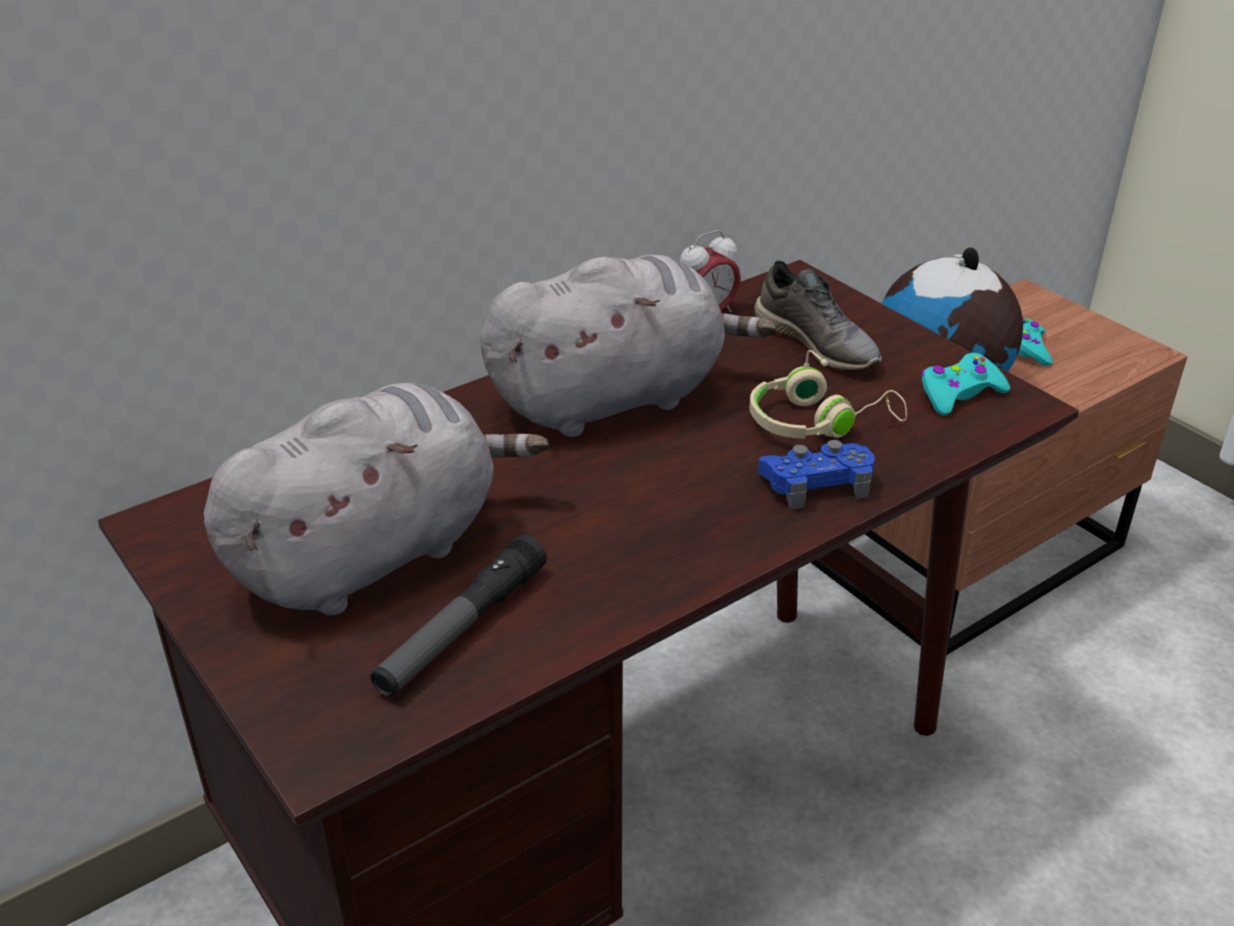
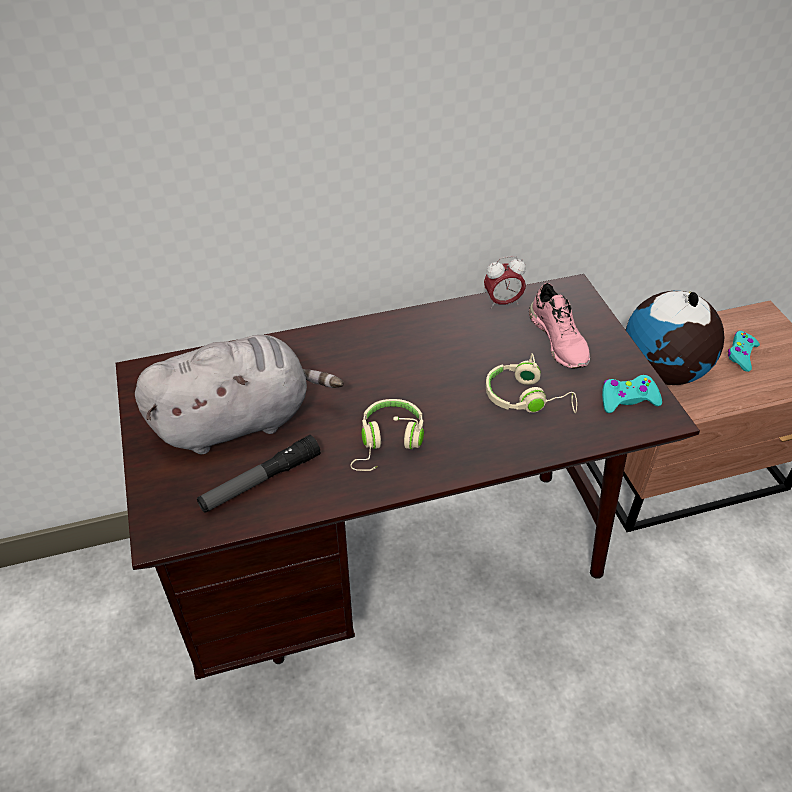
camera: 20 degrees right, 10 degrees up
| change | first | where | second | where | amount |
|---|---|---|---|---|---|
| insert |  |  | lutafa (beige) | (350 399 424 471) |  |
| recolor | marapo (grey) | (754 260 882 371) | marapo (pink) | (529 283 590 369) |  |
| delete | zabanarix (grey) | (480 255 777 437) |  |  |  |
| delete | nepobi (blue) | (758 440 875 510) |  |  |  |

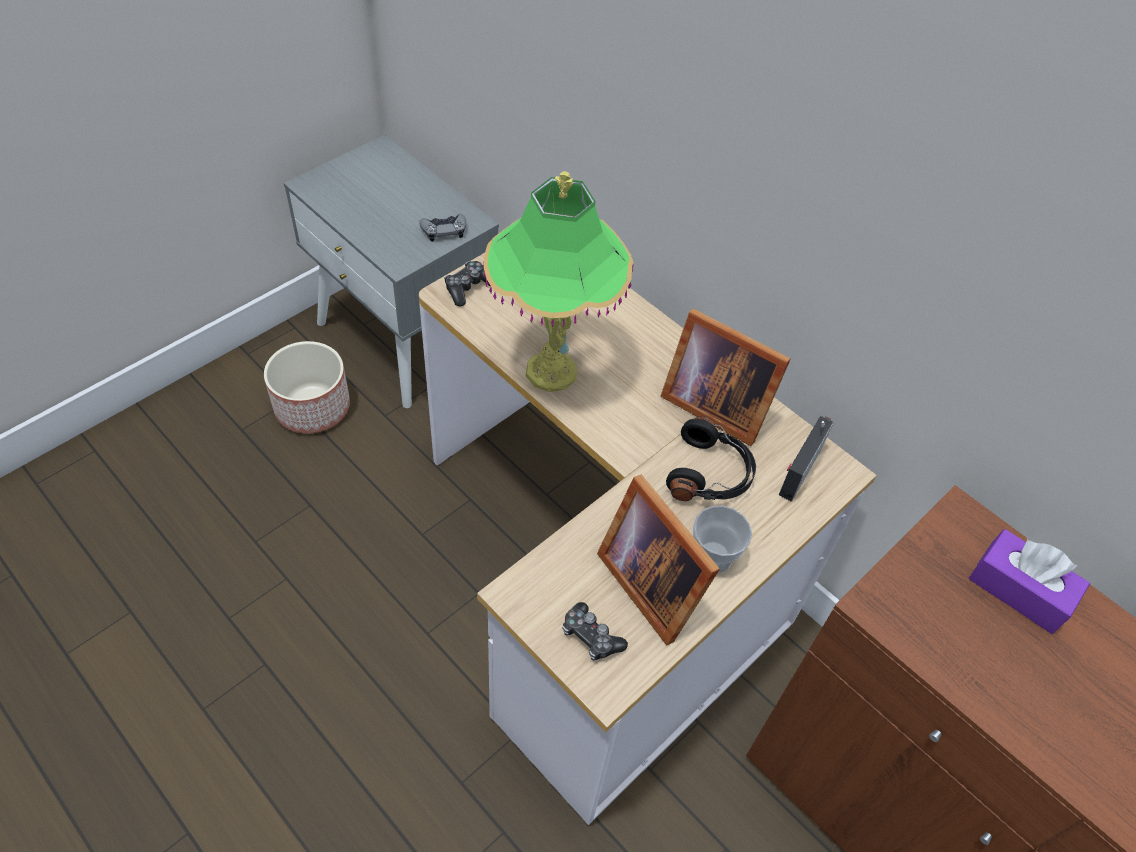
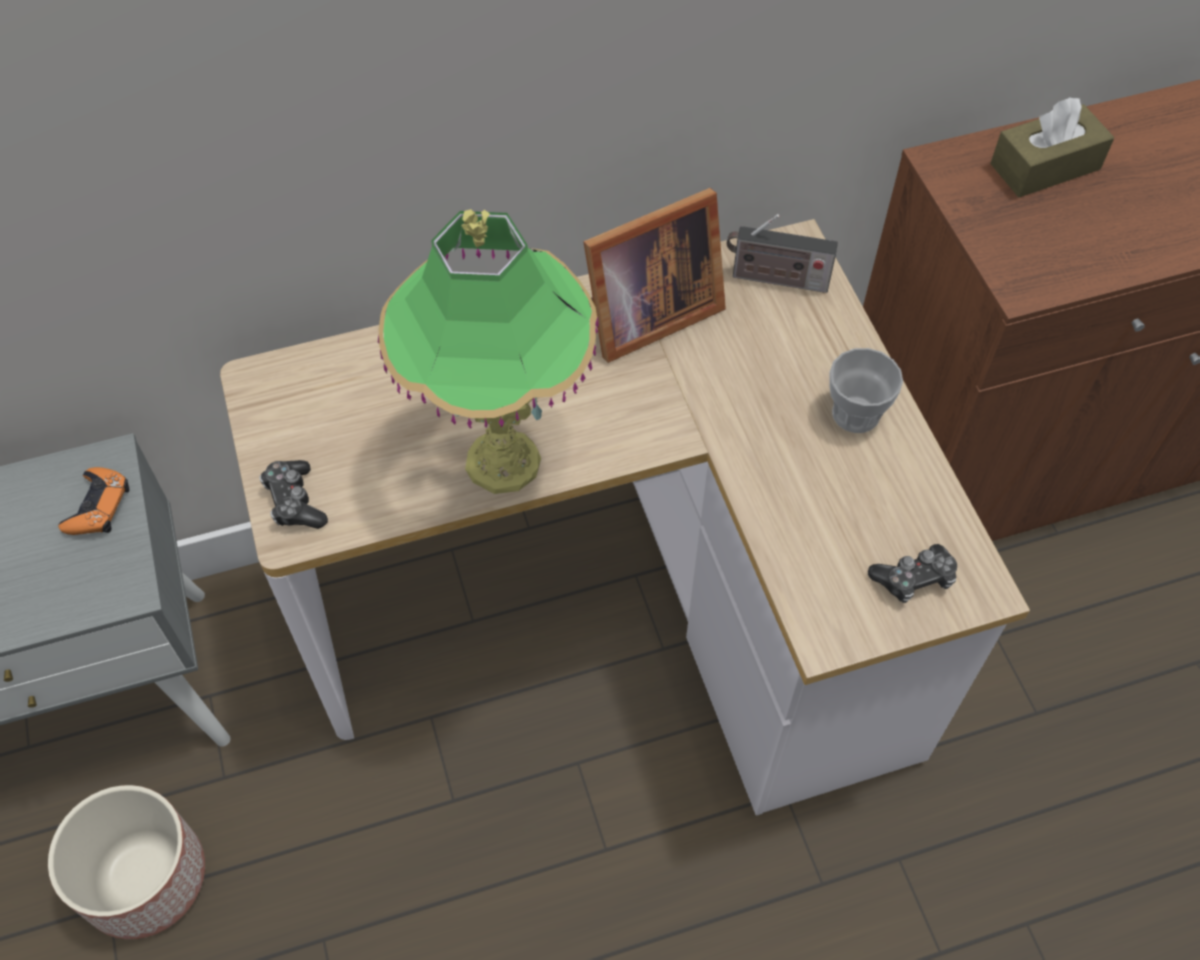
camera: 60 degrees left, 5 degrees up
| change | first | where | second | where | amount |
|---|---|---|---|---|---|
| recolor | nepobi (grey) | (419 214 466 242) | nepobi (orange) | (58 467 129 535) |  |
| rotate | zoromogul | (779 416 833 502) |  | (726 214 838 293) | 45 degrees counterclockwise |
| recolor | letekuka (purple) | (969 529 1090 634) | letekuka (brown) | (990 97 1114 197) |  |
| delete | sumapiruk | (597 475 720 645) |  |  |  |
| delete | lutafa (black) | (666 416 756 501) |  |  |  |

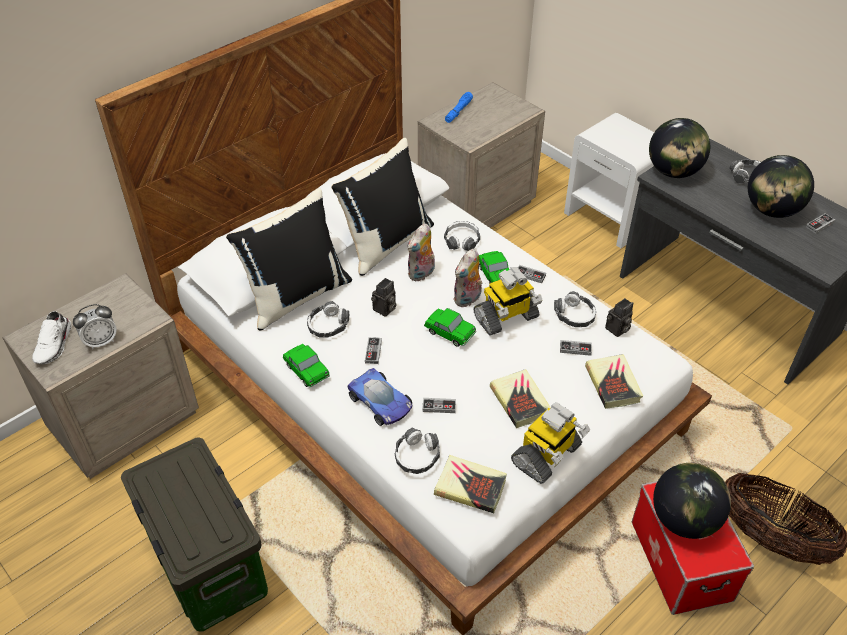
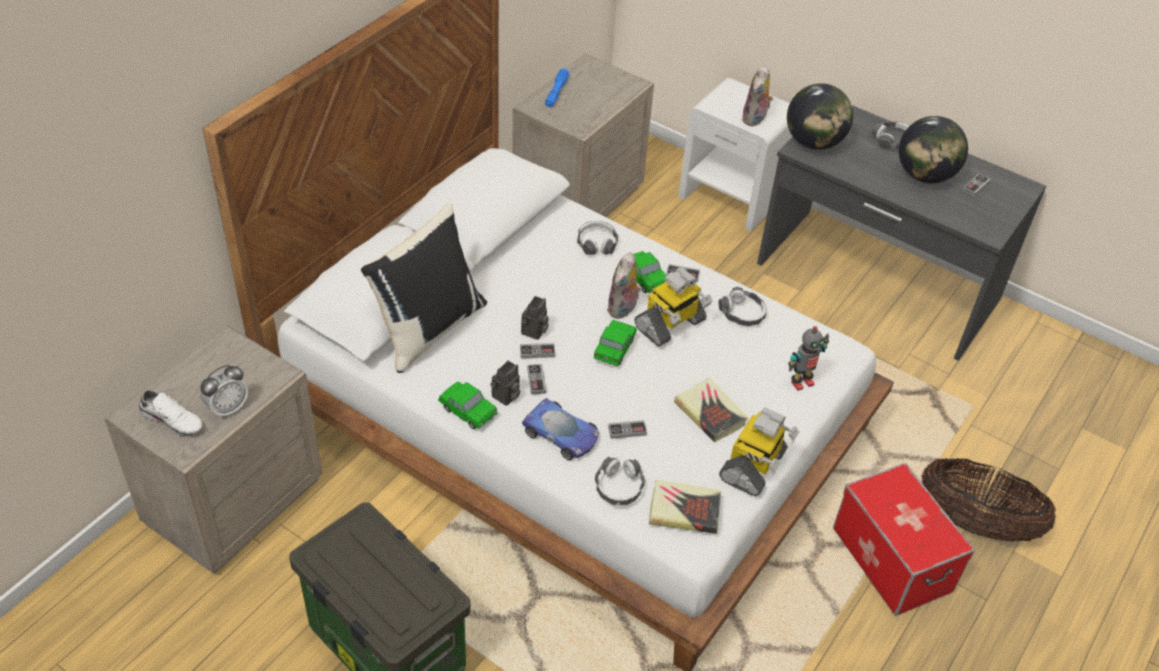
camera: 15 degrees left, 0 degrees up
| change | first | where | second | where | amount |
|---|---|---|---|---|---|
| rotate | marapo (white) | (32 311 72 364) |  | (139 390 203 437) | 60 degrees counterclockwise |
| move | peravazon | (605 298 633 337) |  | (491 361 520 406) |  |
| move | nepobi | (560 340 592 356) |  | (520 343 555 358) |  |
| rotate | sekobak | (424 308 476 347) |  | (593 320 637 366) | 90 degrees counterclockwise |
| move | zabanarix | (407 223 435 281) |  | (742 65 773 126) |  |
| replace | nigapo | (585 354 643 409) | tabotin | (788 326 829 391) |  |
| delete | lutafa | (307 301 349 338) |  |  |  |
| delete | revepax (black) | (331 138 434 276) |  |  |  |
| delete | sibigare | (653 463 731 539) |  |  |  |

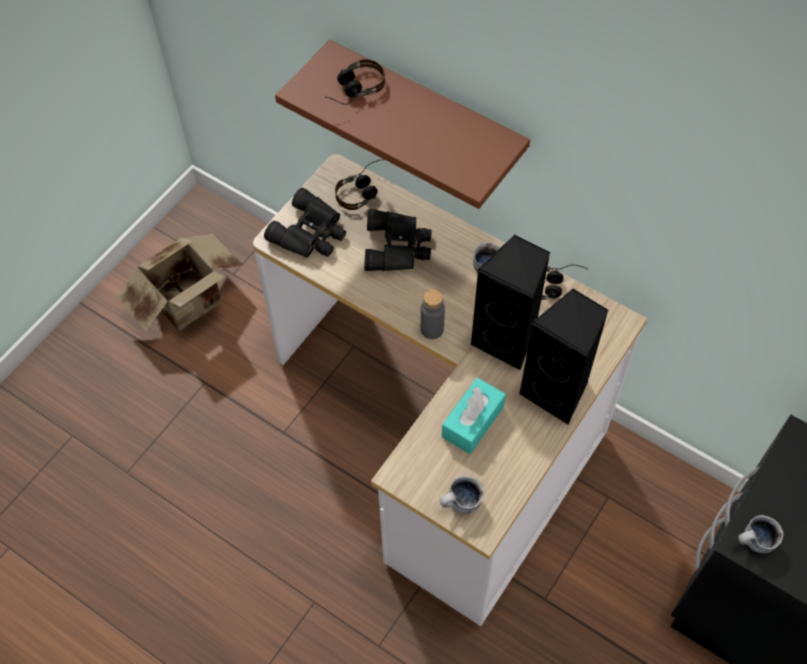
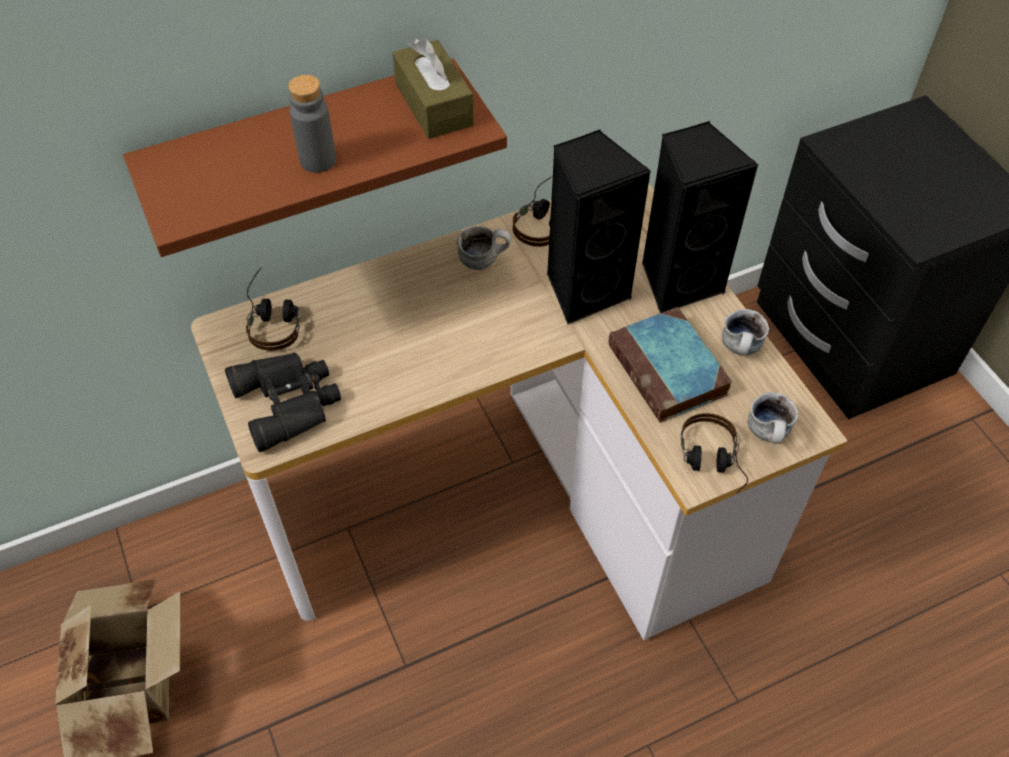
camera: 60 degrees left, 5 degrees down
| change | first | where | second | where | amount |
|---|---|---|---|---|---|
| move | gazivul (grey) | (421 289 445 339) |  | (288 75 336 173) |  |
| insert |  |  | letekuka (brown) | (393 38 474 139) |  |
| replace | letekuka (turquoise) | (442 377 506 454) | nigapo | (609 307 732 423) |  |
| move | lutafa | (325 59 385 105) |  | (680 413 748 494) |  |
| move | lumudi | (738 515 783 553) |  | (722 309 769 355) |  |
| delete | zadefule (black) | (364 209 432 271) |  |  |  |

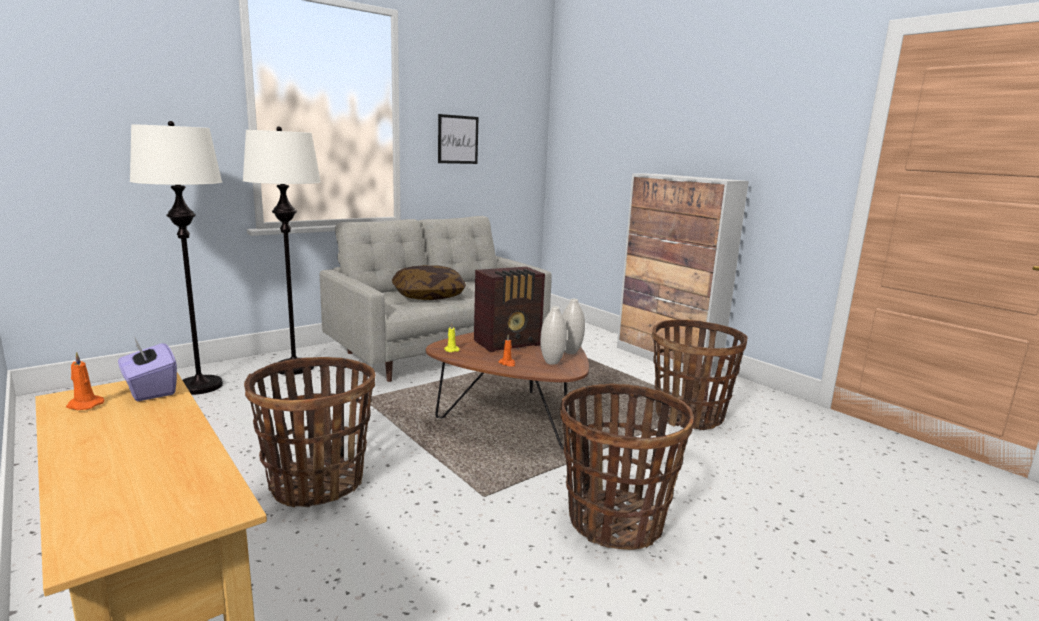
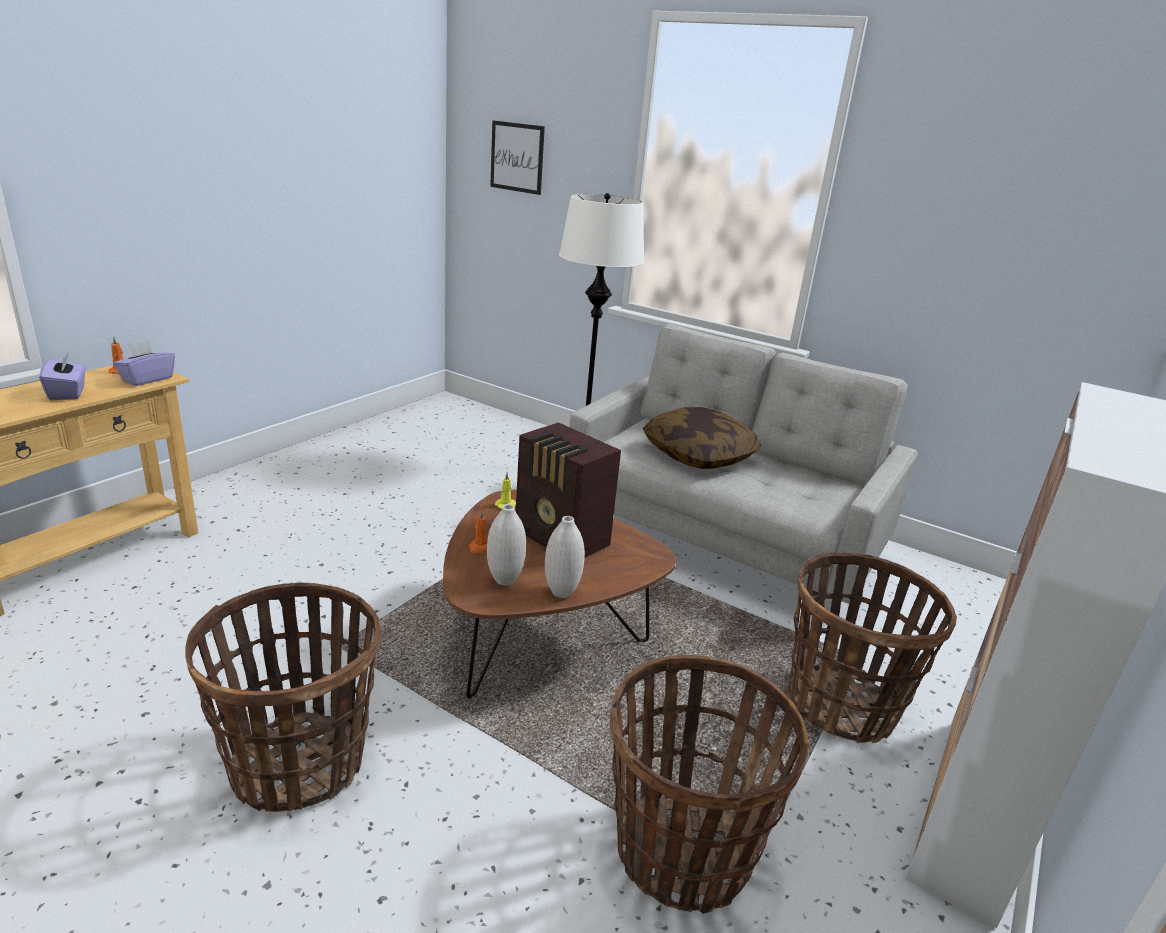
camera: 70 degrees right, 10 degrees up
| change | first | where | second | where | amount |
|---|---|---|---|---|---|
| insert |  |  | letekuka (purple) | (39 352 86 400) |  |
| move | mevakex | (438 114 478 164) |  | (490 120 545 195) |  |
| move | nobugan | (244 357 375 508) |  | (788 552 957 743) |  |
| delete | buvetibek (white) | (130 121 223 395) |  |  |  |

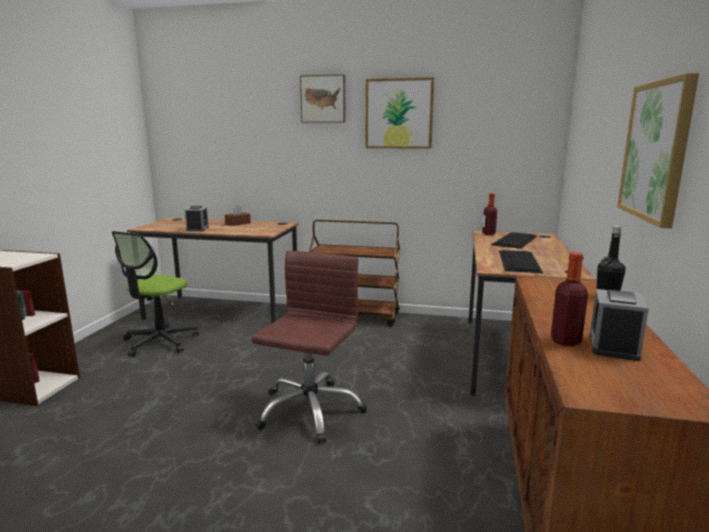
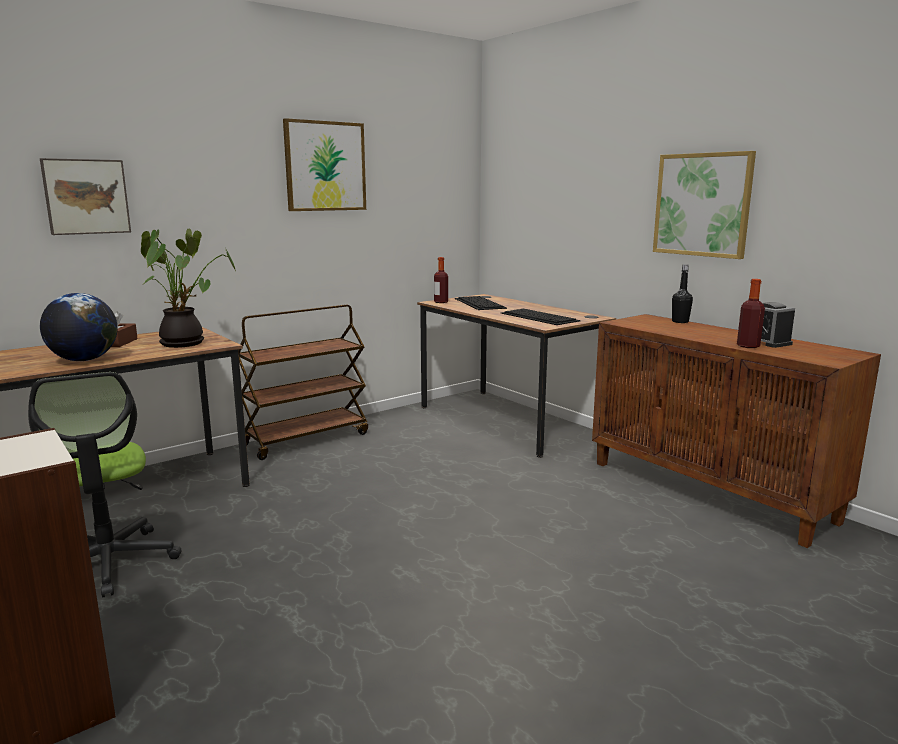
camera: 50 degrees left, 0 degrees up
| change | first | where | second | where | amount |
|---|---|---|---|---|---|
| move | mevakex | (300 74 345 123) |  | (40 158 131 235) |  |
| replace | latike | (185 206 209 232) | sibigare | (40 293 118 361) |  |
| insert |  |  | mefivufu | (141 229 236 348) |  |
| delete | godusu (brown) | (252 251 367 443) |  |  |  |

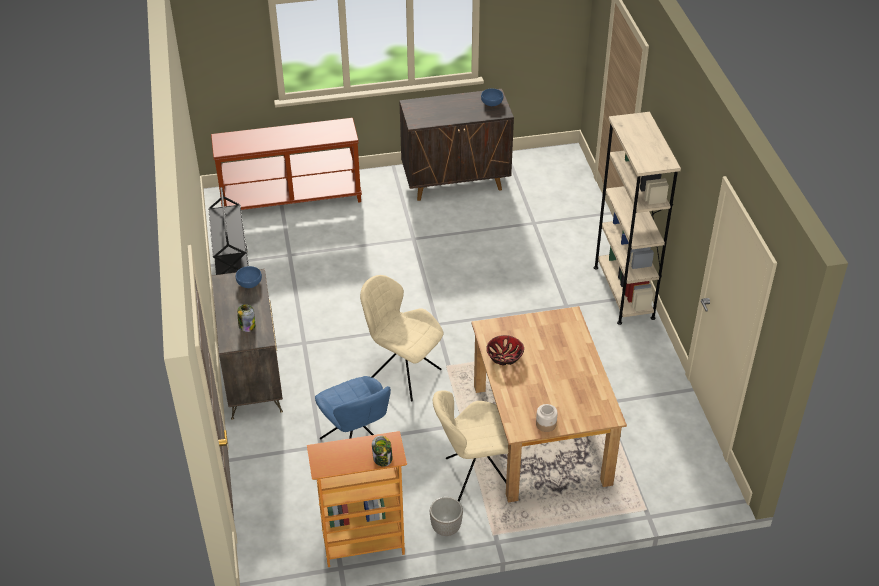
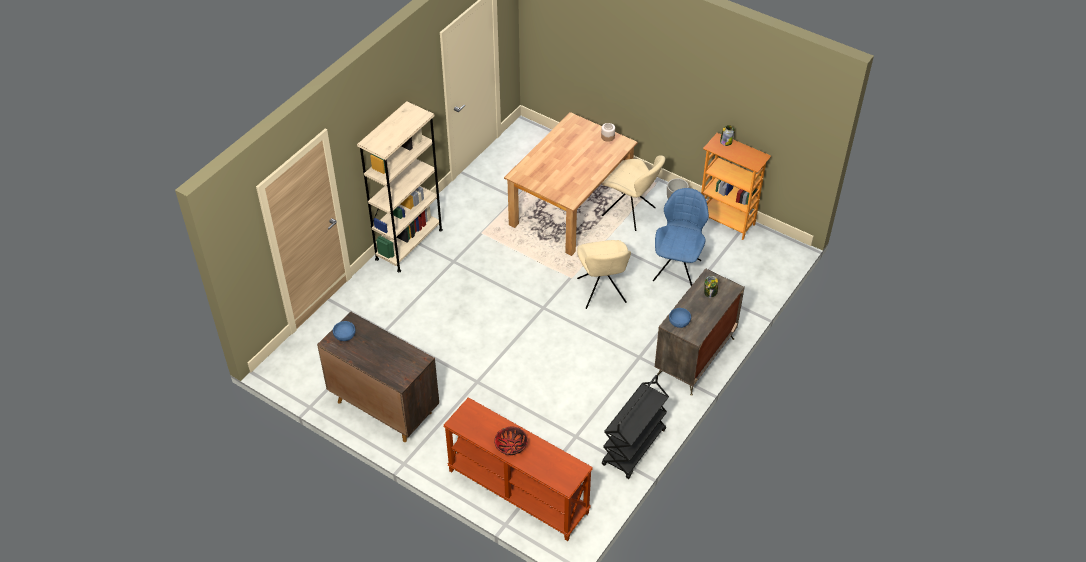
camera: 135 degrees left, 5 degrees up
| change | first | where | second | where | amount |
|---|---|---|---|---|---|
| move | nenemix | (486 335 524 365) |  | (494 427 528 455) |  |

